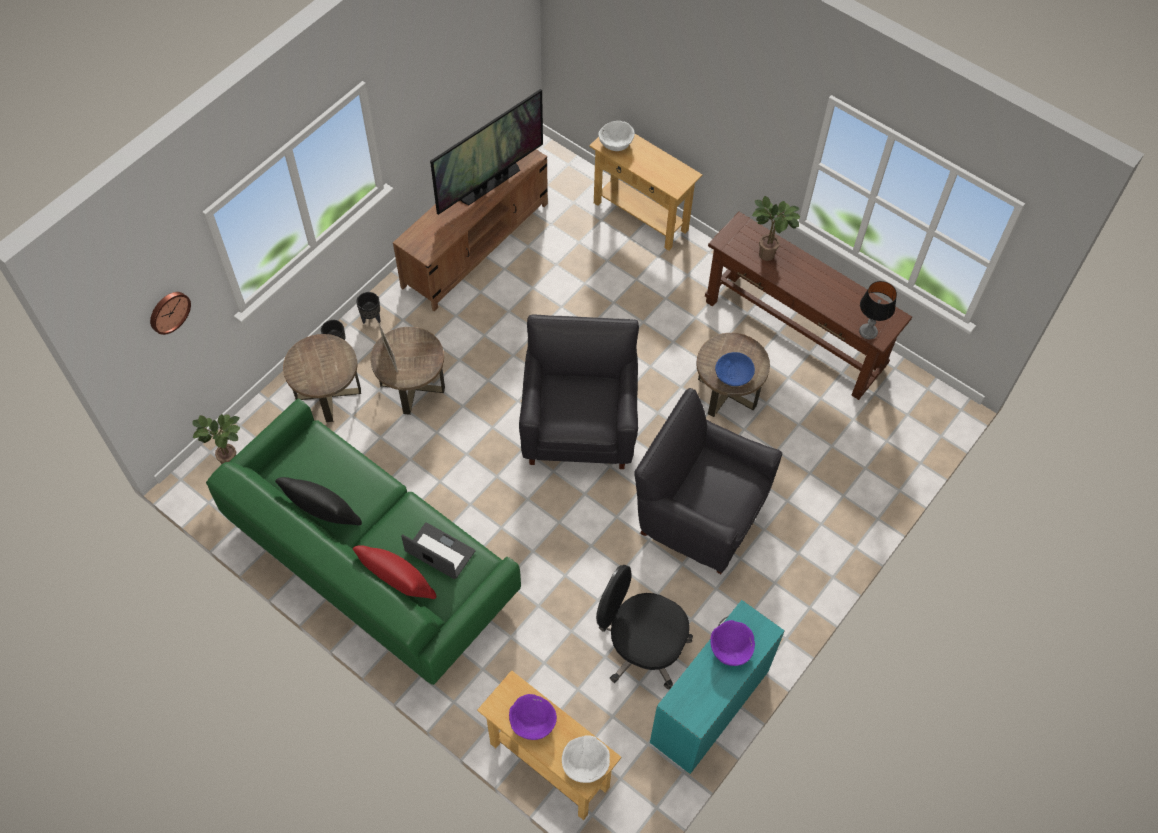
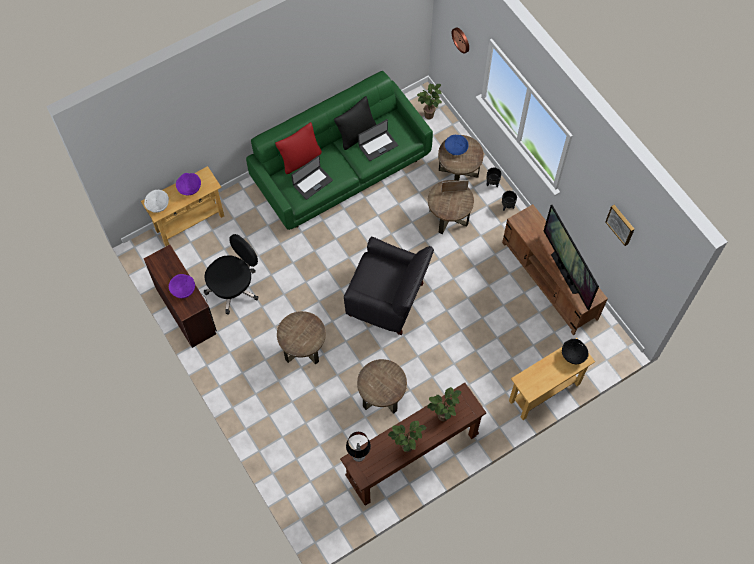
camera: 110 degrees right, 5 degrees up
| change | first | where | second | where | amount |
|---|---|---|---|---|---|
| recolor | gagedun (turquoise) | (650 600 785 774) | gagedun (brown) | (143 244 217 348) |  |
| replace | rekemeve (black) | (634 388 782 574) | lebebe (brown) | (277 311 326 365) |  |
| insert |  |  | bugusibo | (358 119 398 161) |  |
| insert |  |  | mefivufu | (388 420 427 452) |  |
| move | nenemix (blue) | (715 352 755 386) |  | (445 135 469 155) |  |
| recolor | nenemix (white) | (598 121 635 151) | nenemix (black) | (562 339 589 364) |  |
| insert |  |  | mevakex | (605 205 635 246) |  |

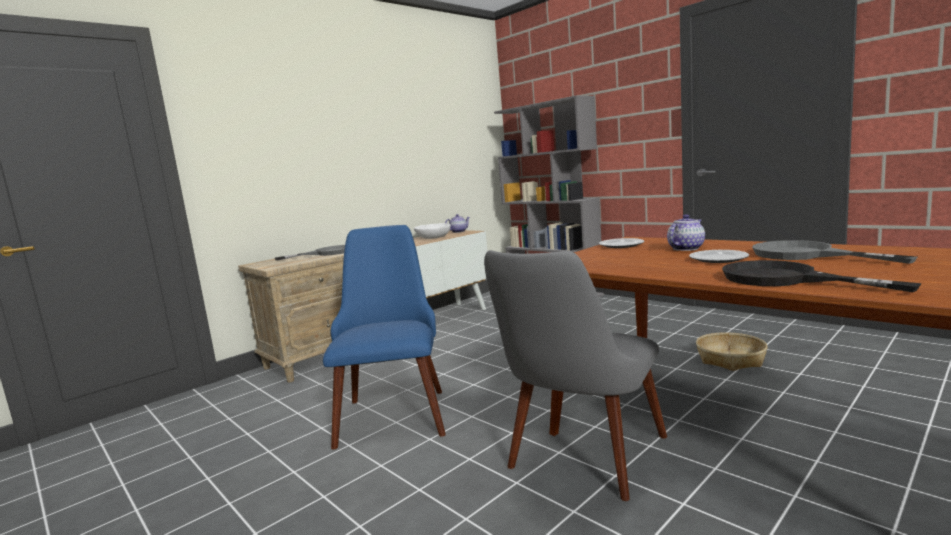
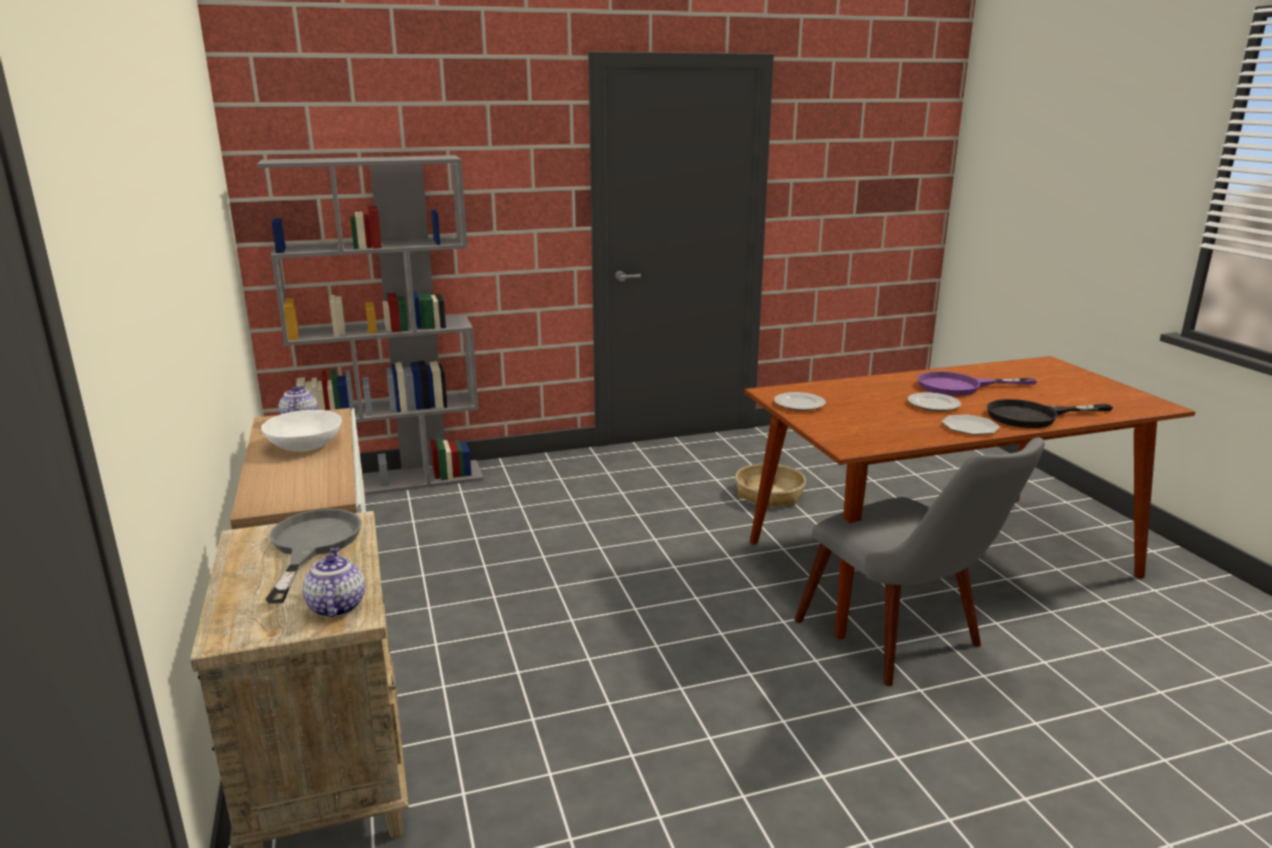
camera: 65 degrees left, 10 degrees up
| change | first | where | second | where | amount |
|---|---|---|---|---|---|
| move | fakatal | (667 214 705 251) |  | (302 547 365 617) |  |
| recolor | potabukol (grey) | (752 240 917 264) | potabukol (purple) | (917 371 1037 396) |  |
| insert |  |  | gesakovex | (941 415 1000 435) |  |
| delete | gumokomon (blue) | (323 225 446 449) |  |  |  |

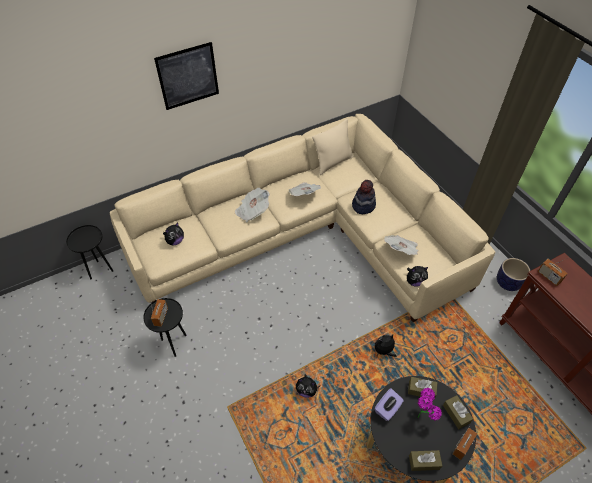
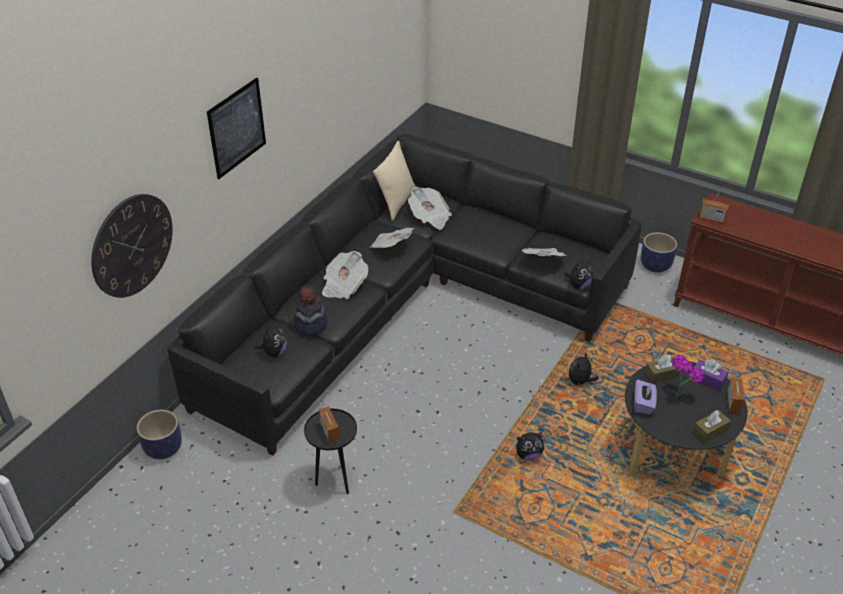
camera: 30 degrees left, 10 degrees down
| change | first | where | second | where | amount |
|---|---|---|---|---|---|
| insert |  |  | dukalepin | (91 194 173 298) |  |
| replace | lebebe (black) | (66 225 113 280) | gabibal | (136 410 182 459) |  |
| recolor | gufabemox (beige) | (110 114 495 322) | gufabemox (black) | (167 134 642 455) |  |
| move | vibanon | (352 180 376 214) |  | (294 285 328 336) |  |
| insert |  |  | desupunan | (408 187 452 230) |  |
| recolor | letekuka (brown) | (443 395 473 429) | letekuka (purple) | (692 359 728 391) |  |

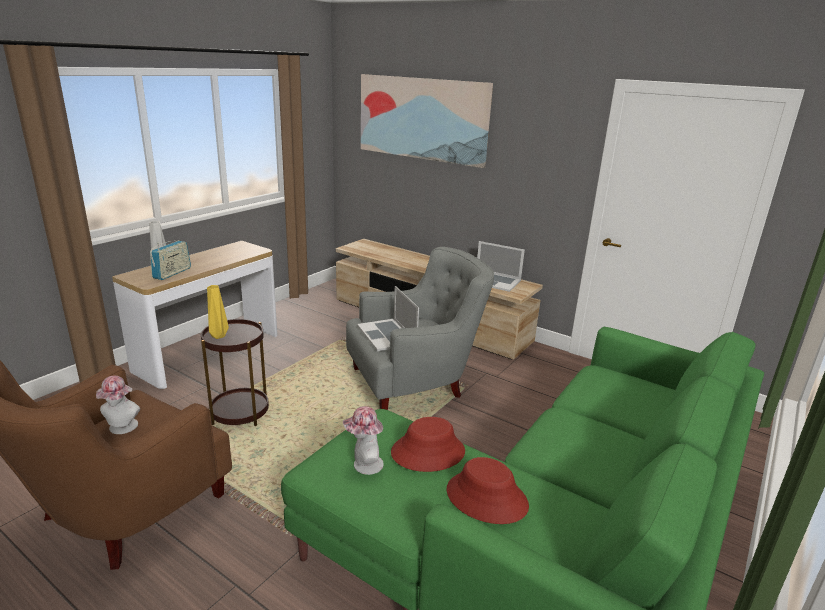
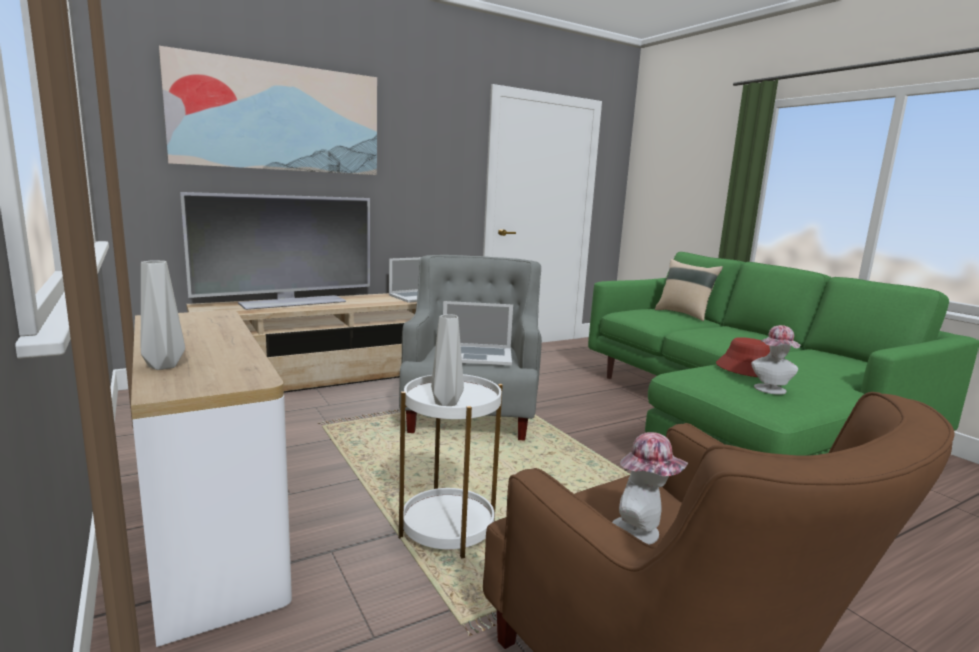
camera: 65 degrees left, 10 degrees down
| change | first | where | second | where | amount |
|---|---|---|---|---|---|
| insert |  |  | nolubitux | (180 192 370 310) |  |
| recolor | lebebe (brown) | (201 319 269 426) | lebebe (white) | (399 374 503 559) |  |
| recolor | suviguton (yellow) | (207 285 229 339) | suviguton (grey) | (431 314 464 406) |  |
| insert |  |  | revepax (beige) | (655 259 723 321) |  |
| delete | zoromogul | (150 240 191 280) |  |  |  |
| delete | vibanon (red) | (447 457 529 524) |  |  |  |

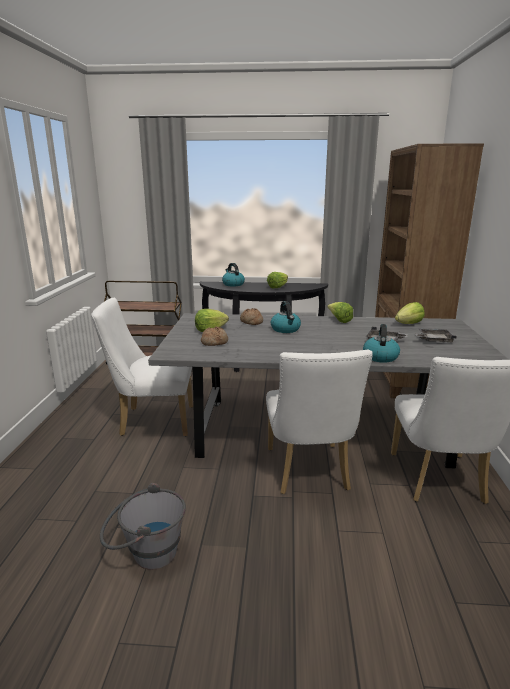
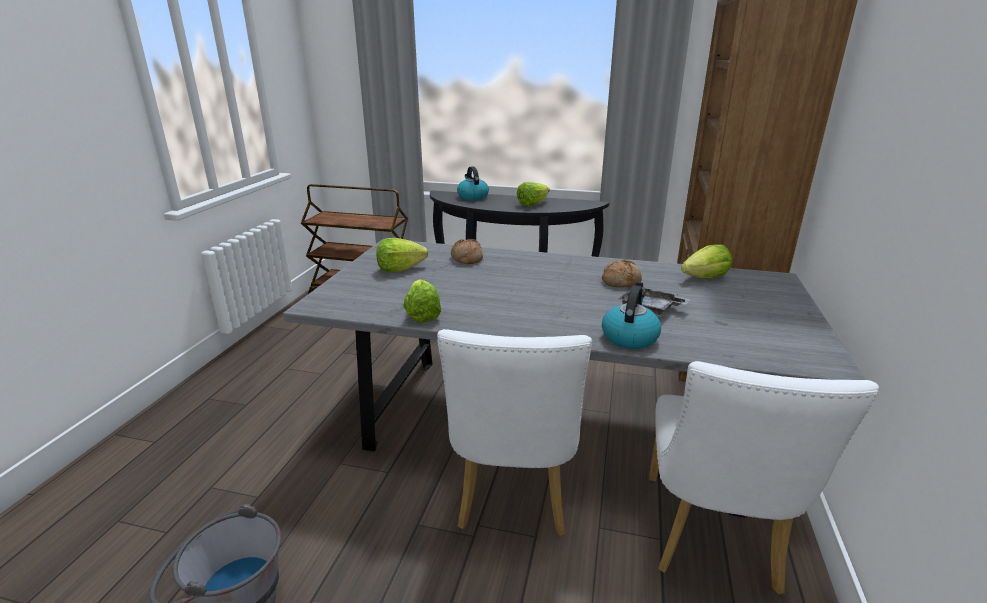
camera: 10 degrees right, 5 degrees up
| change | first | where | second | where | amount |
|---|---|---|---|---|---|
| move | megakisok | (327 302 353 323) |  | (403 279 441 322) |  |
| move | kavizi | (201 327 228 346) |  | (602 260 642 287) |  |
| delete | gumokomon (white) | (91 298 193 436) |  |  |  |
| delete | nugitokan | (271 301 301 333) |  |  |  |
| delete | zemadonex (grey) | (415 328 457 342) |  |  |  |

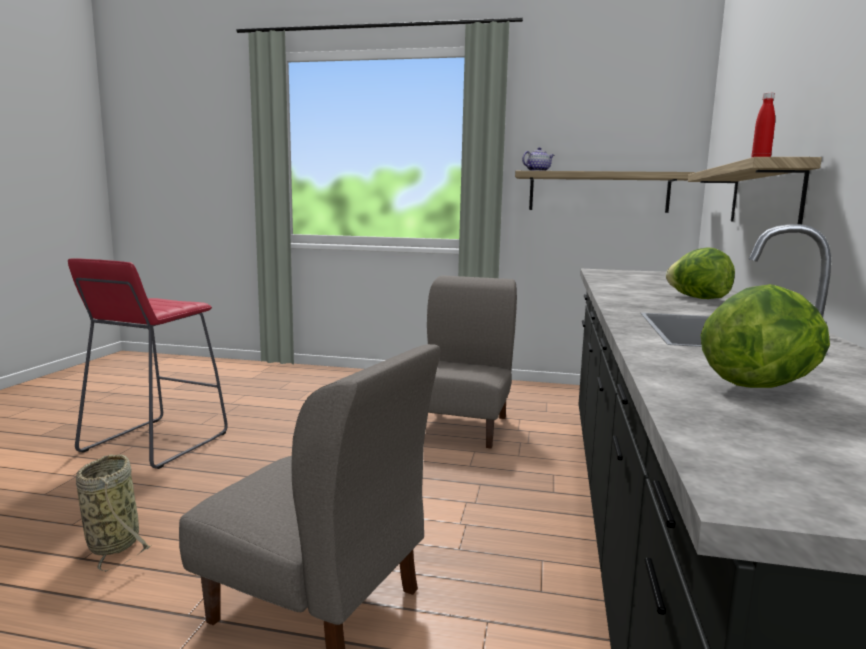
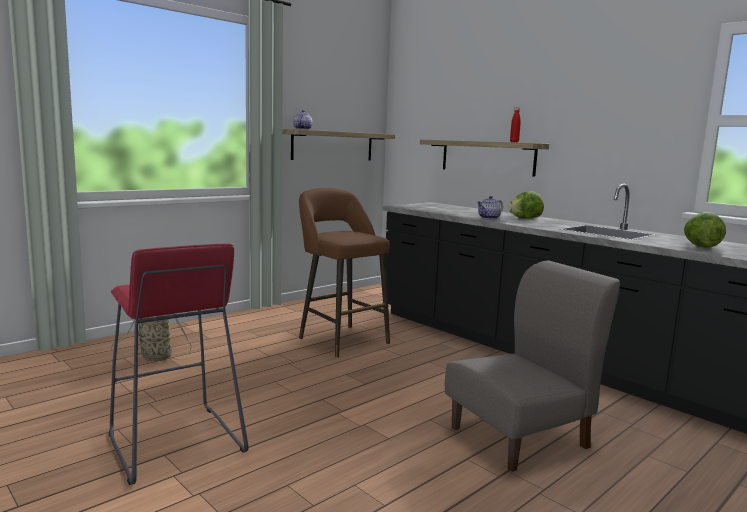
camera: 55 degrees left, 0 degrees up
| change | first | where | second | where | amount |
|---|---|---|---|---|---|
| move | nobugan | (76 455 152 572) |  | (111 314 192 361) |  |
| replace | gumokomon (grey) | (427 275 517 448) | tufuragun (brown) | (299 188 390 357) |  |
| insert |  |  | fakatal | (477 196 503 219) |  |

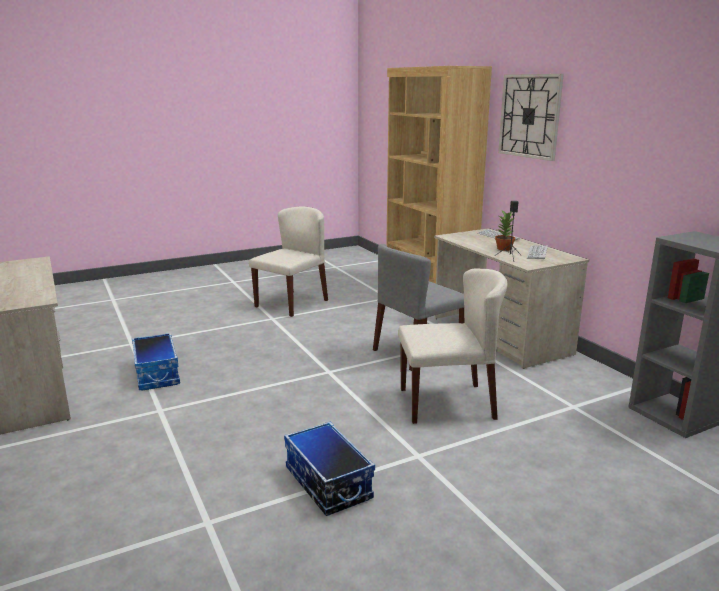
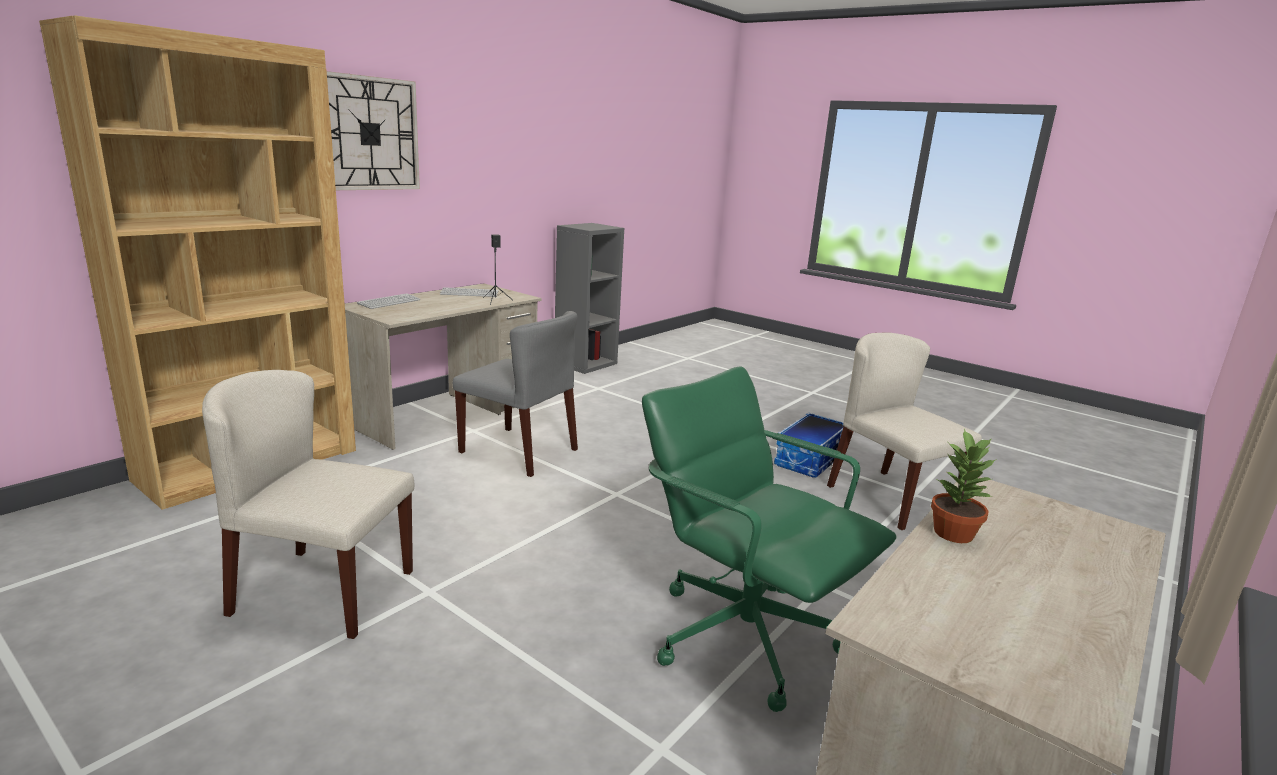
camera: 115 degrees left, 0 degrees up
| change | first | where | second | where | amount |
|---|---|---|---|---|---|
| replace | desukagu | (132 333 180 391) | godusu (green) | (642 366 897 712) |  |
| move | gumokomon (beige) | (398 268 507 424) |  | (827 333 982 530) |  |
| move | mefivufu | (495 211 515 251) |  | (931 428 997 543) |  |

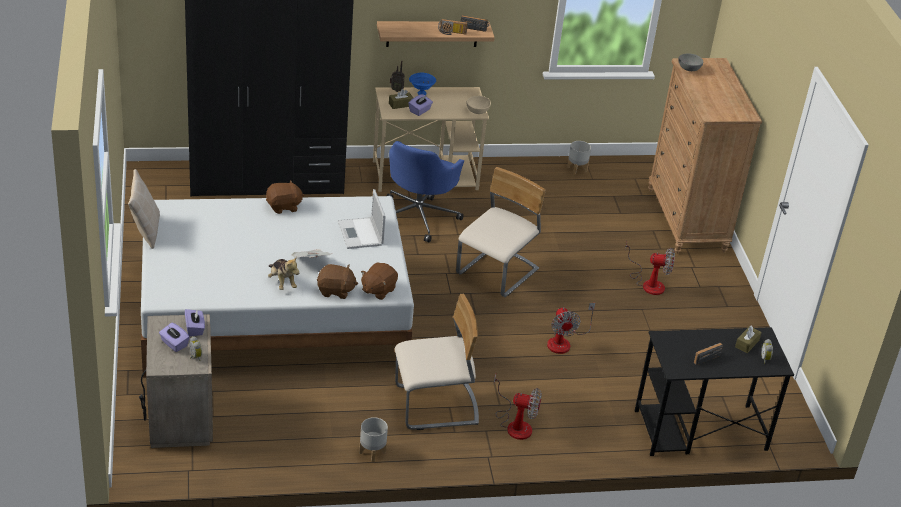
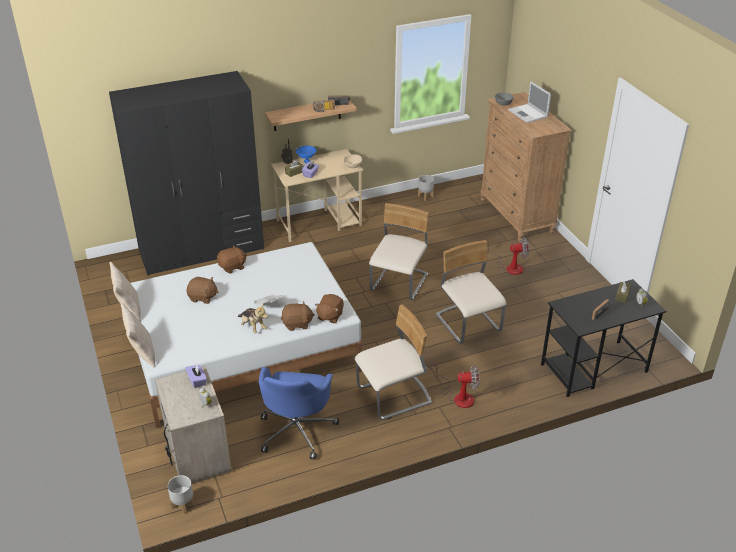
camera: 10 degrees left, 0 degrees up
| change | first | where | second | where | amount |
|---|---|---|---|---|---|
| insert |  |  | revepax (beige) | (121 303 155 367) |  |
| move | gabibal (grey) | (359 417 388 462) |  | (167 475 195 514) |  |
| insert |  |  | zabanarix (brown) | (186 277 218 304) |  |
| move | godusu (blue) | (386 141 464 243) |  | (259 367 339 460) |  |
| replace | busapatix | (547 303 595 354) | gumokomon (beige) | (435 240 506 344) |  |
| move | bugusibo | (338 189 386 249) |  | (508 81 551 123) |  |
| delete | letekuka (purple) | (159 322 190 352) |  |  |  |

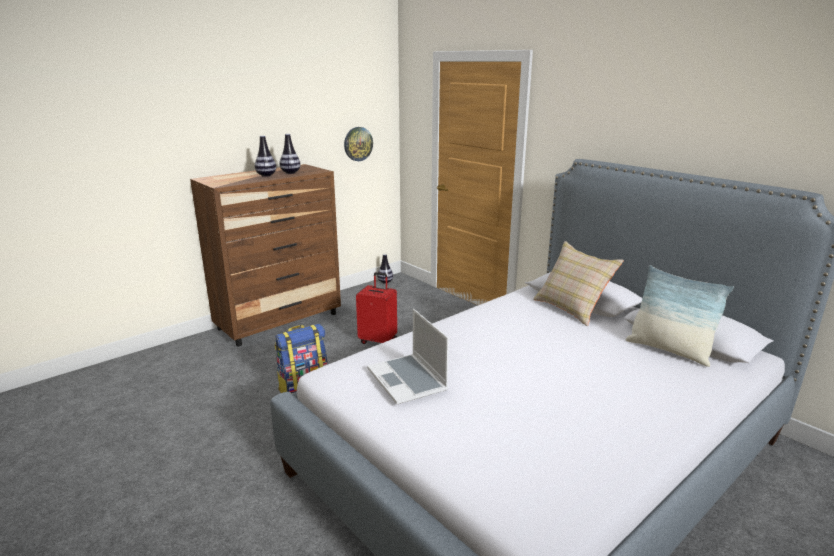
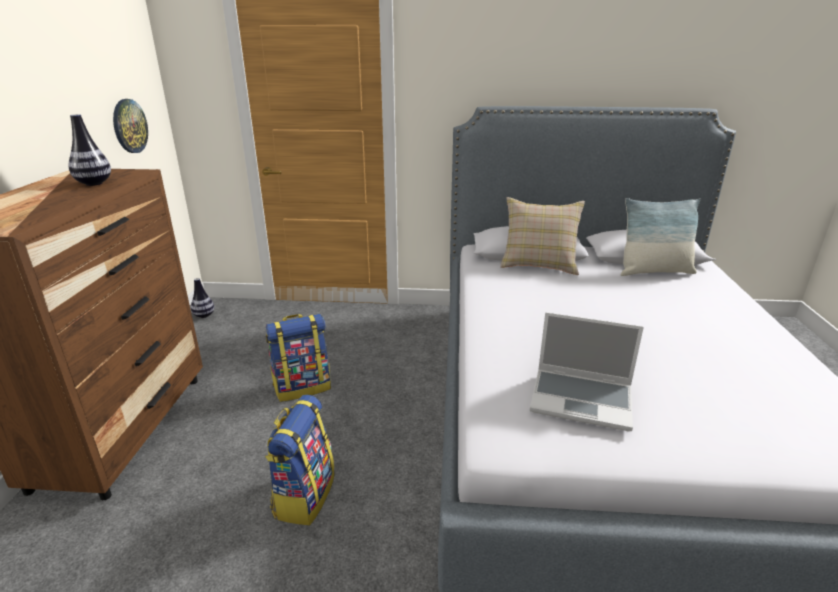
camera: 45 degrees left, 5 degrees up
| change | first | where | second | where | amount |
|---|---|---|---|---|---|
| replace | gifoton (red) | (356 272 397 344) | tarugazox | (266 314 331 402) |  |
| delete | suviguton | (255 136 276 177) |  |  |  |

